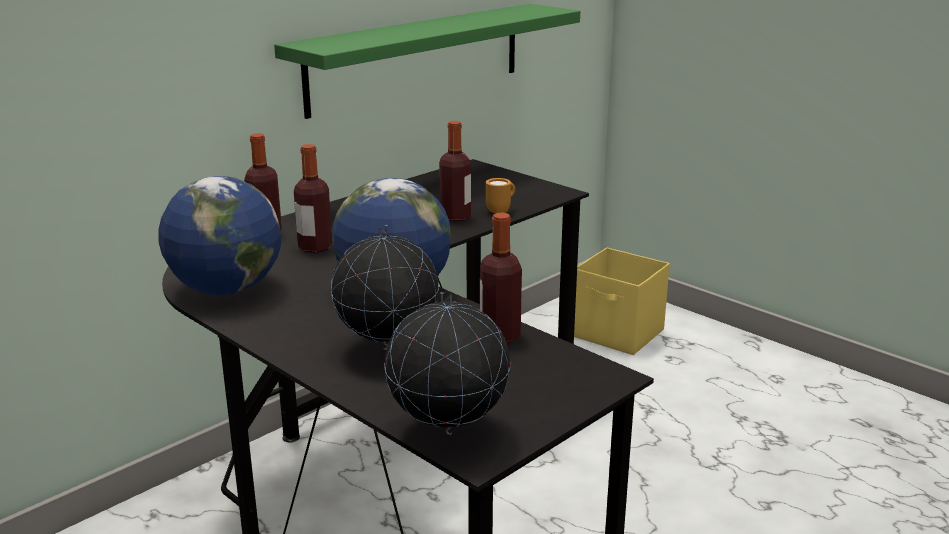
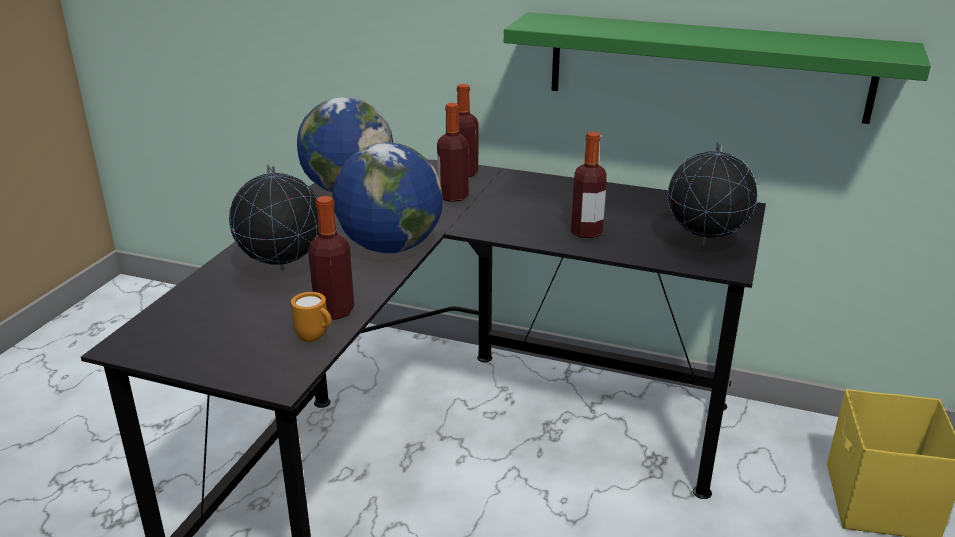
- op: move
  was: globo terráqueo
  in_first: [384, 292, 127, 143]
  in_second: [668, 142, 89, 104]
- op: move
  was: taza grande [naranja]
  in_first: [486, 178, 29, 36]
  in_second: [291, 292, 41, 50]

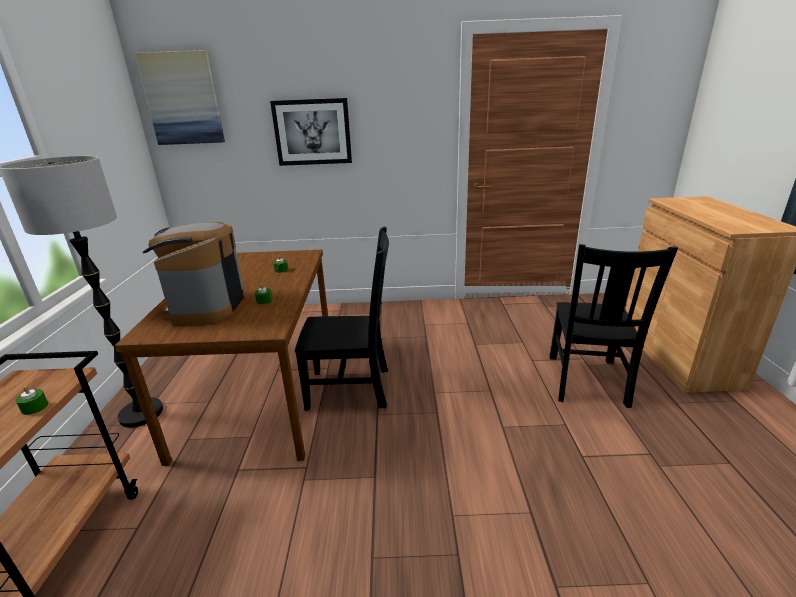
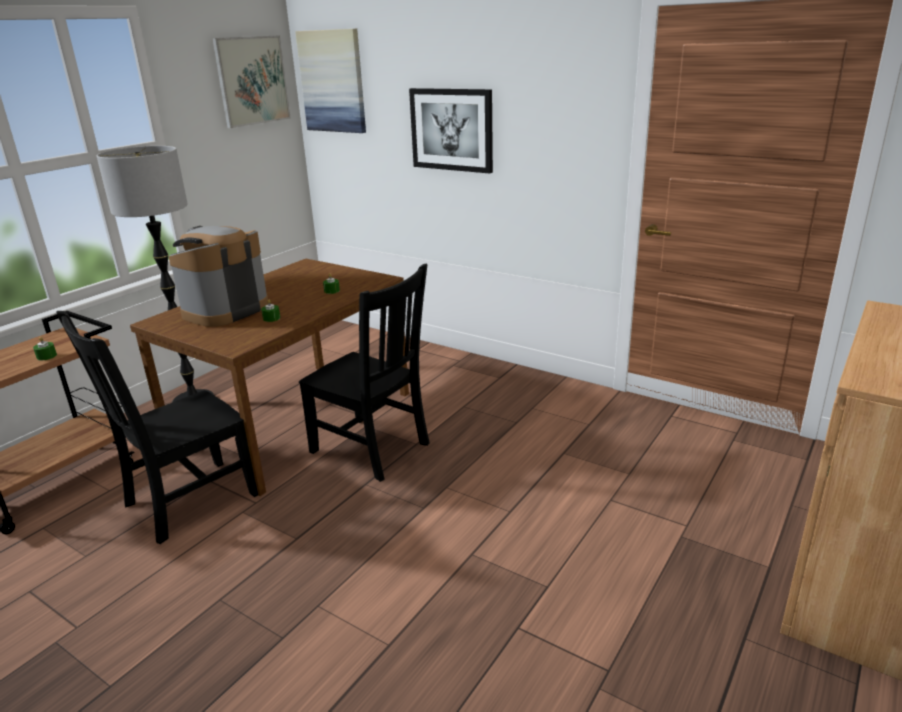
- op: move
  was: silla [negro]
  in_first: [549, 244, 129, 164]
  in_second: [56, 311, 202, 233]
- op: insert
  now: cuadro
  in_second: [212, 35, 79, 93]

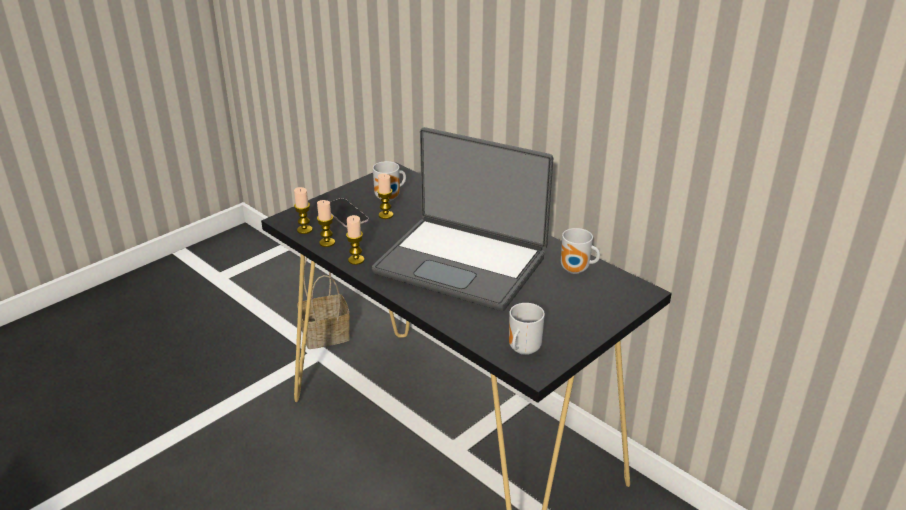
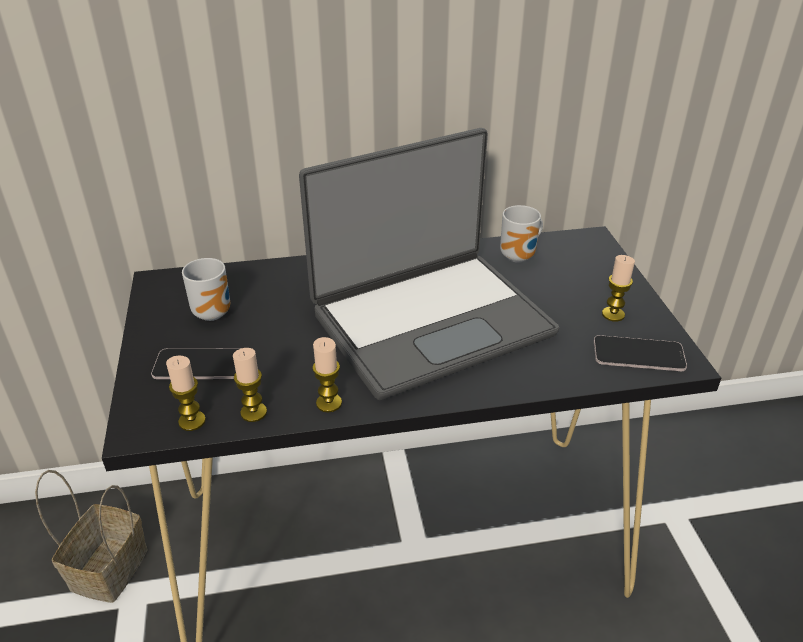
- op: move
  was: vela
  in_first: [377, 173, 16, 46]
  in_second: [602, 255, 33, 67]
- op: replace
  was: taza grande
  now: móvil
  in_first: [509, 303, 36, 52]
  in_second: [594, 335, 93, 36]

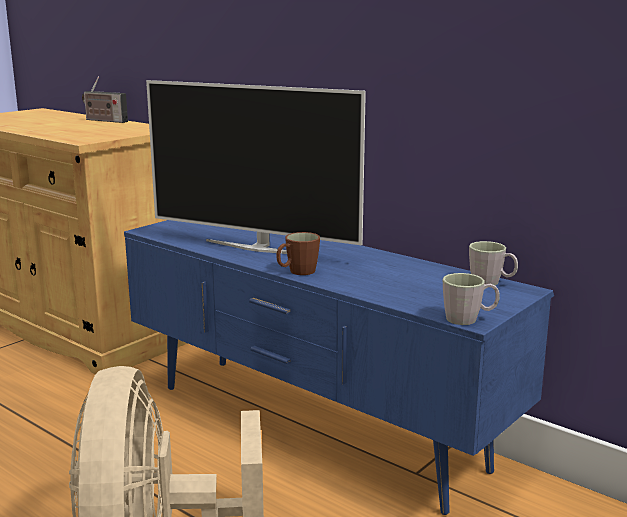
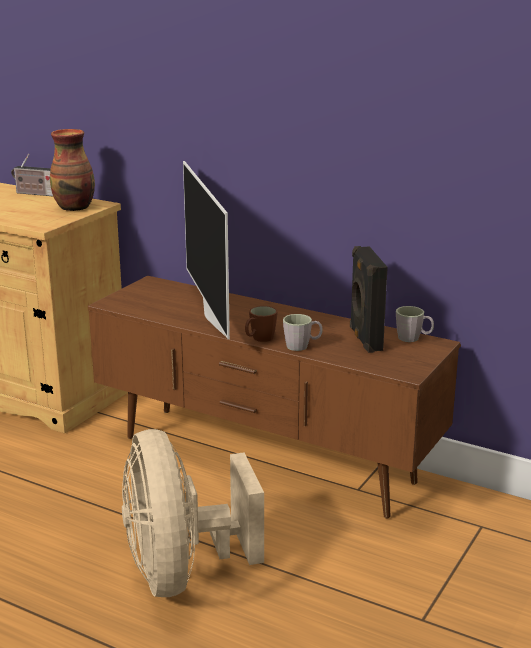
- op: recolor
  was: mueble de televisión [azul]
  now: mueble de televisión [marrón]
  in_first: [124, 220, 430, 295]
  in_second: [88, 276, 373, 242]
- op: rotate
  was: televisor
  in_first: [146, 80, 220, 174]
  in_second: [183, 161, 47, 178]
  clockwise: 60
- op: move
  was: taza grande [gris]
  in_first: [443, 273, 57, 52]
  in_second: [283, 314, 40, 37]
- op: insert
  now: florero
  in_second: [50, 129, 45, 83]
- op: insert
  now: altavoz [negro]
  in_second: [350, 246, 38, 107]

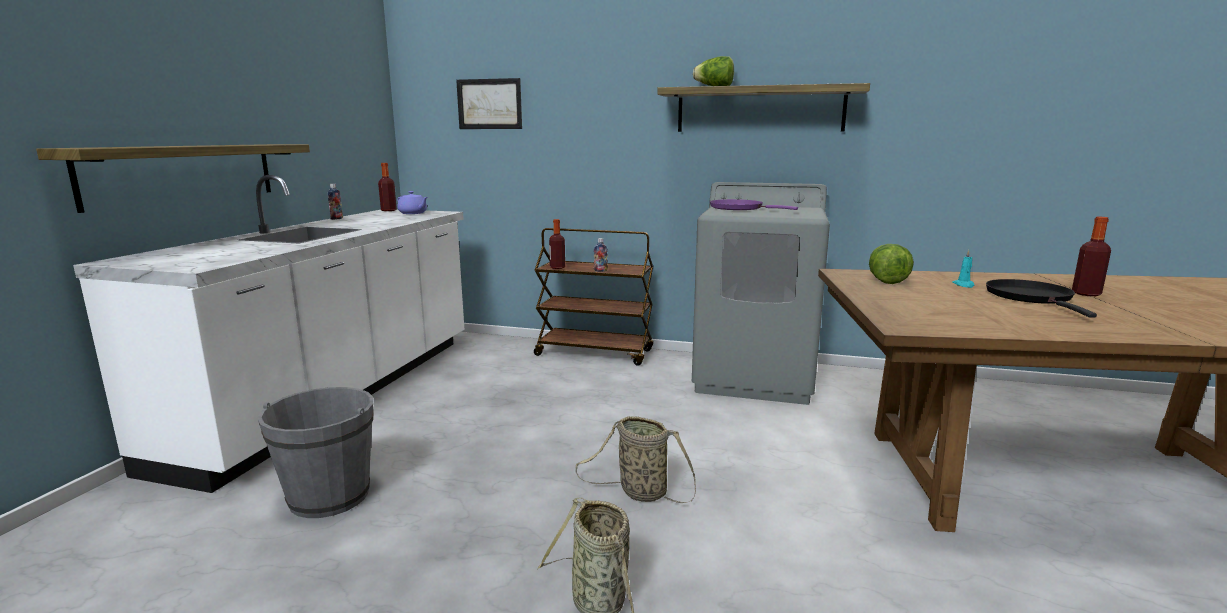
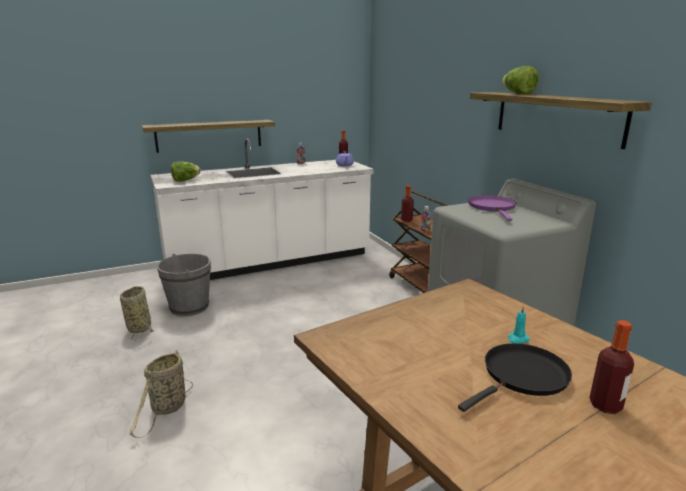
- op: delete
  was: cuadro
  in_first: [456, 78, 66, 51]
- op: move
  was: cesta
  in_first: [576, 416, 120, 87]
  in_second: [120, 286, 35, 55]
- op: move
  was: lechuga
  in_first: [869, 244, 45, 40]
  in_second: [171, 161, 30, 21]

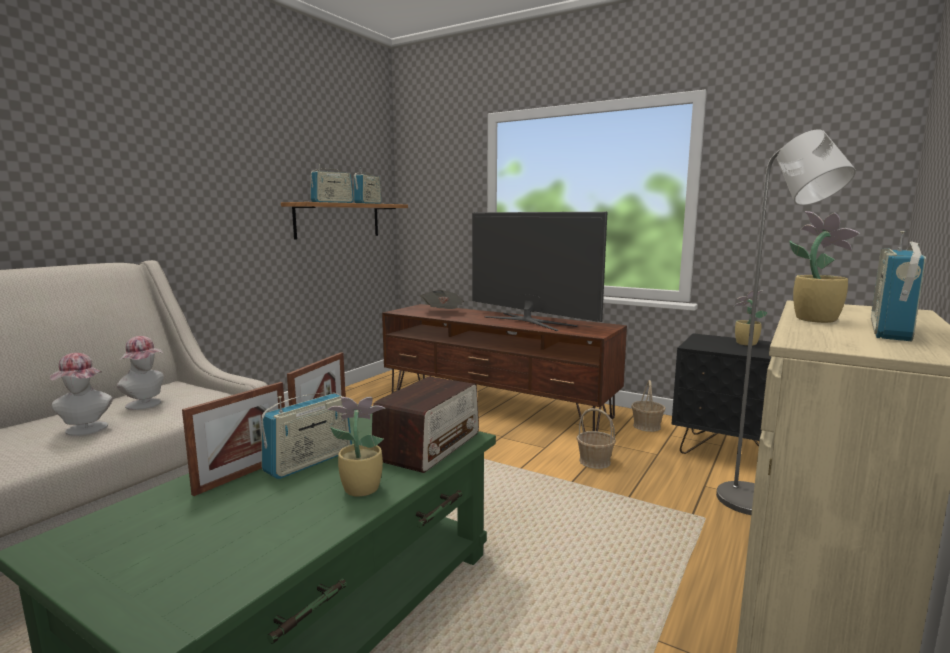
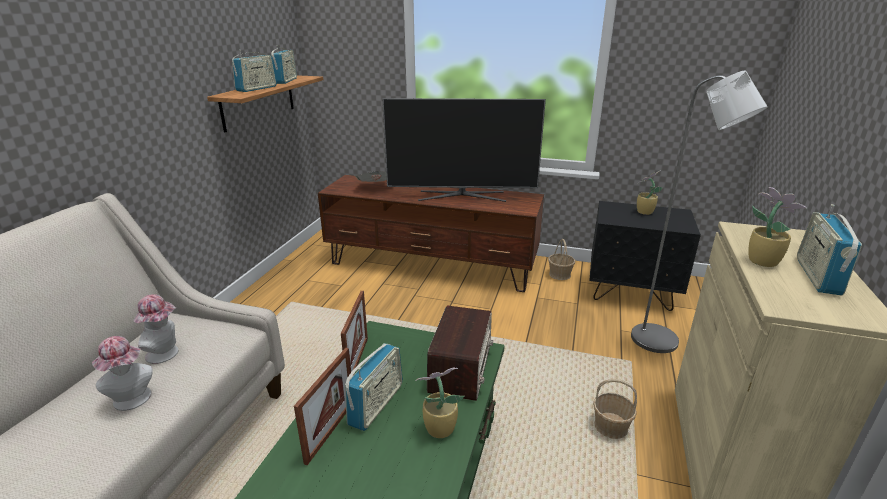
- op: rotate
  was: televisor
  in_first: [472, 212, 135, 119]
  in_second: [382, 98, 164, 104]
  clockwise: 150
- op: move
  was: cesta
  in_first: [577, 408, 39, 61]
  in_second: [593, 379, 44, 60]

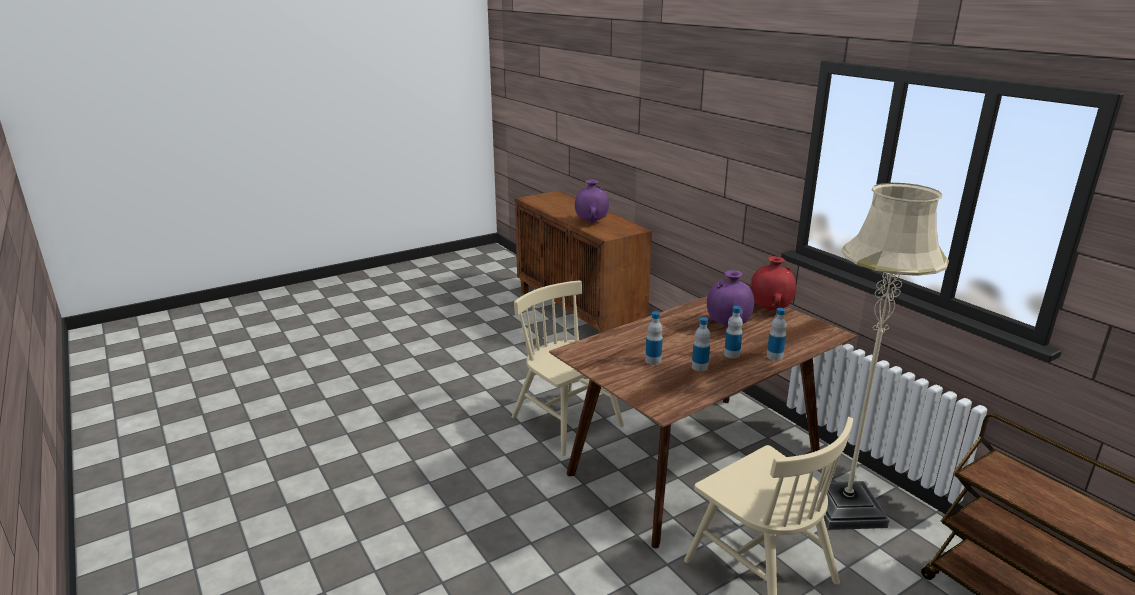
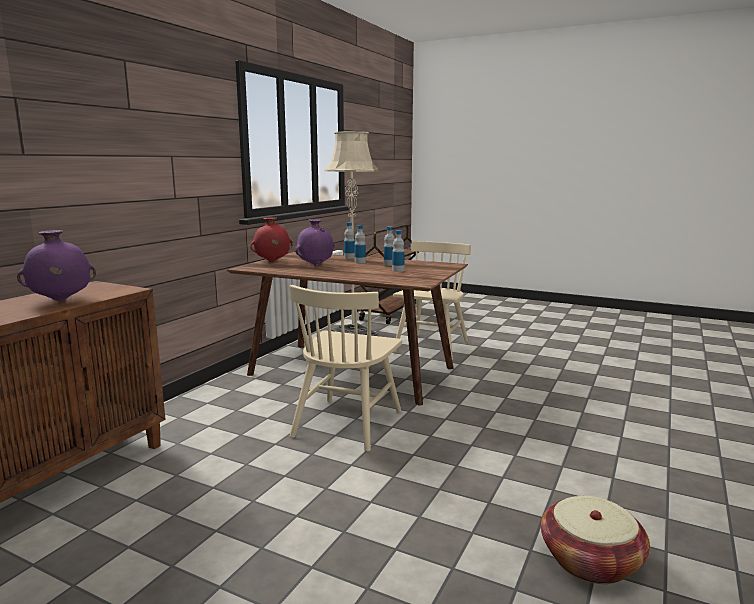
- op: insert
  now: cesta
  in_second: [541, 496, 109, 88]

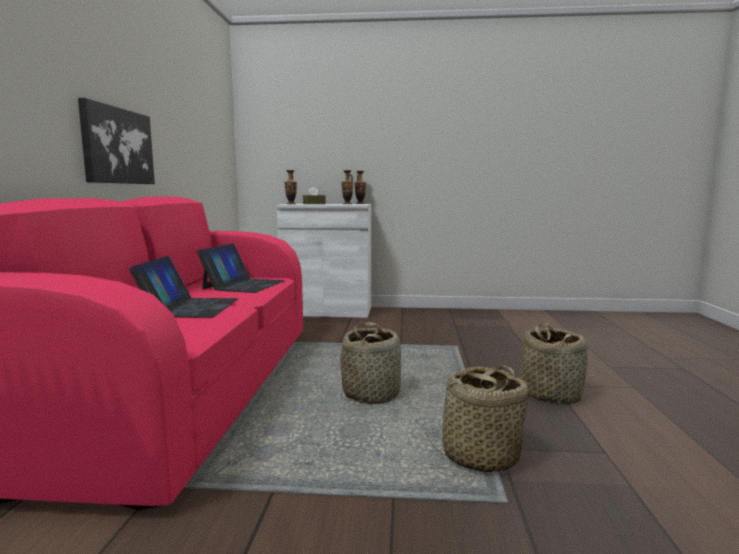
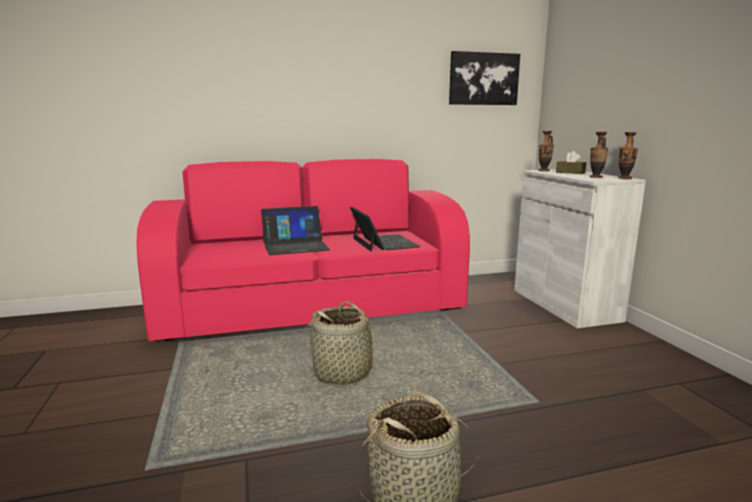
- op: move
  was: cuadro
  in_first: [78, 98, 77, 86]
  in_second: [449, 51, 71, 54]
- op: rotate
  was: portátil
  in_first: [197, 243, 88, 50]
  in_second: [350, 206, 71, 46]
  clockwise: -105
- op: delete
  was: cesta
  in_first: [425, 366, 104, 107]

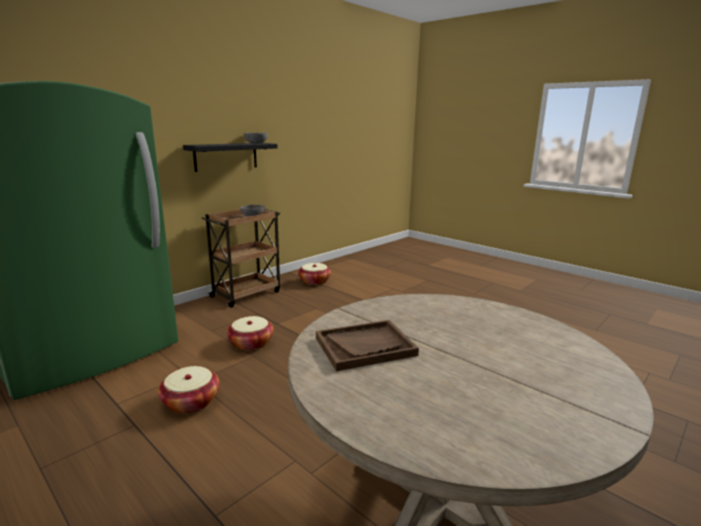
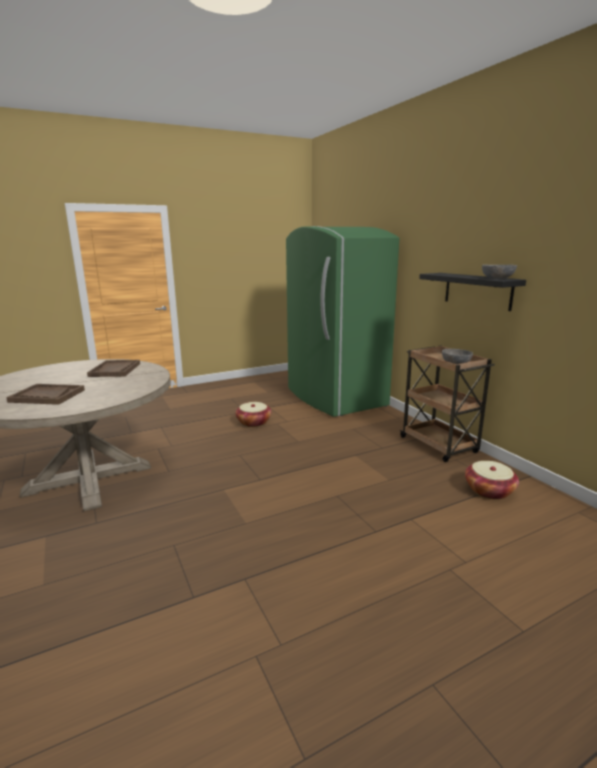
- op: delete
  was: cesta
  in_first: [227, 316, 47, 35]
- op: insert
  now: bandeja [marrón]
  in_second: [6, 384, 79, 21]

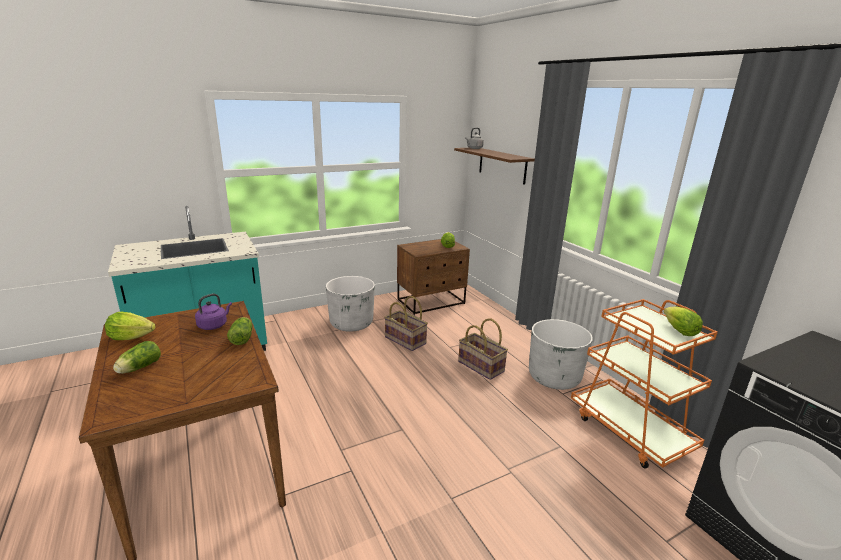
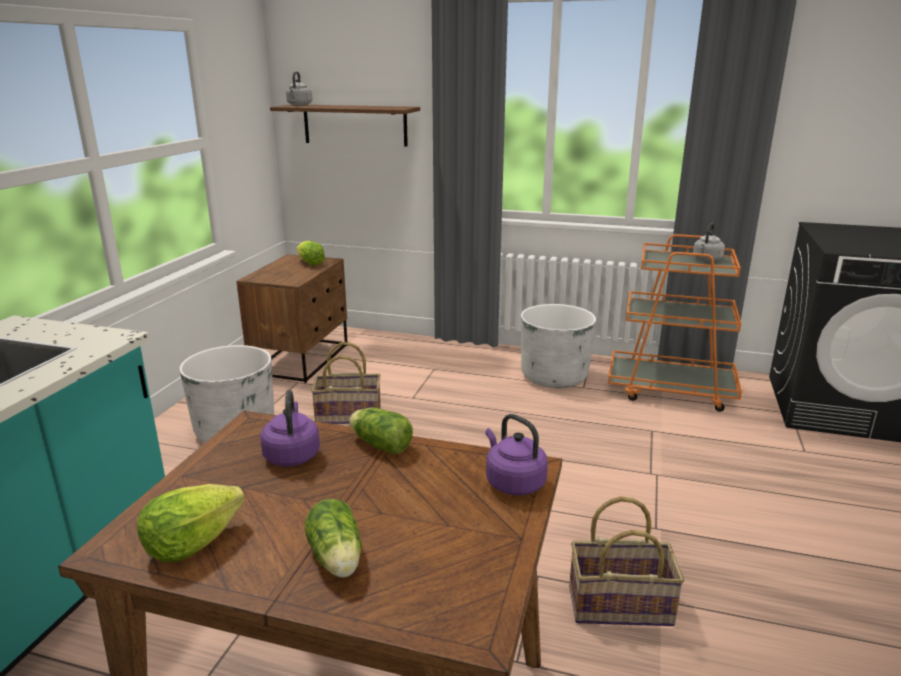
- op: move
  was: cesta
  in_first: [458, 318, 50, 62]
  in_second: [569, 496, 115, 130]
- op: replace
  was: lechuga
  now: hervidor [gris]
  in_first: [664, 307, 39, 29]
  in_second: [693, 223, 32, 38]
- op: insert
  now: hervidor [morado]
  in_second: [485, 414, 63, 82]

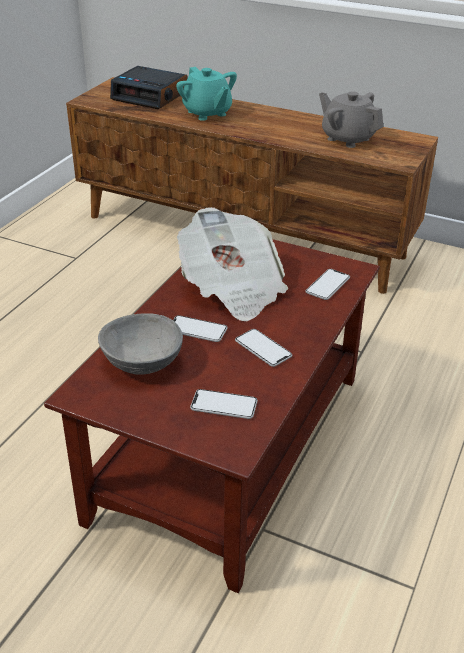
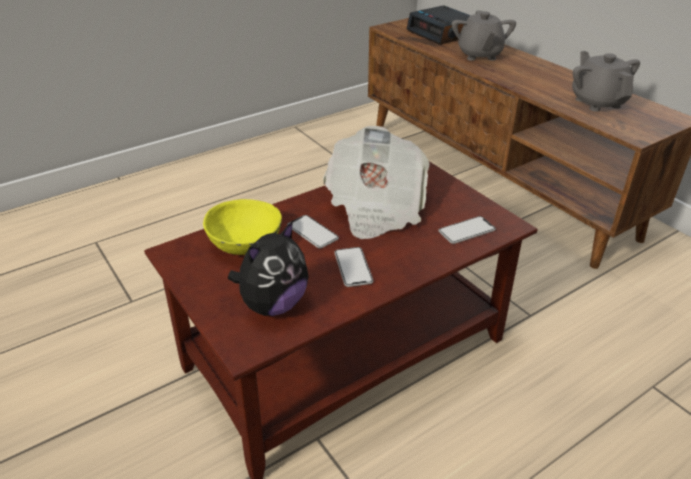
- op: recolor
  was: cuenco [gris]
  now: cuenco [amarillo]
  in_first: [98, 313, 85, 62]
  in_second: [203, 199, 79, 56]
- op: recolor
  was: tetera [turquesa]
  now: tetera [gris]
  in_first: [176, 67, 61, 54]
  in_second: [452, 11, 64, 50]
- op: replace
  was: móvil
  now: peluche
  in_first: [190, 389, 68, 30]
  in_second: [228, 221, 81, 95]

